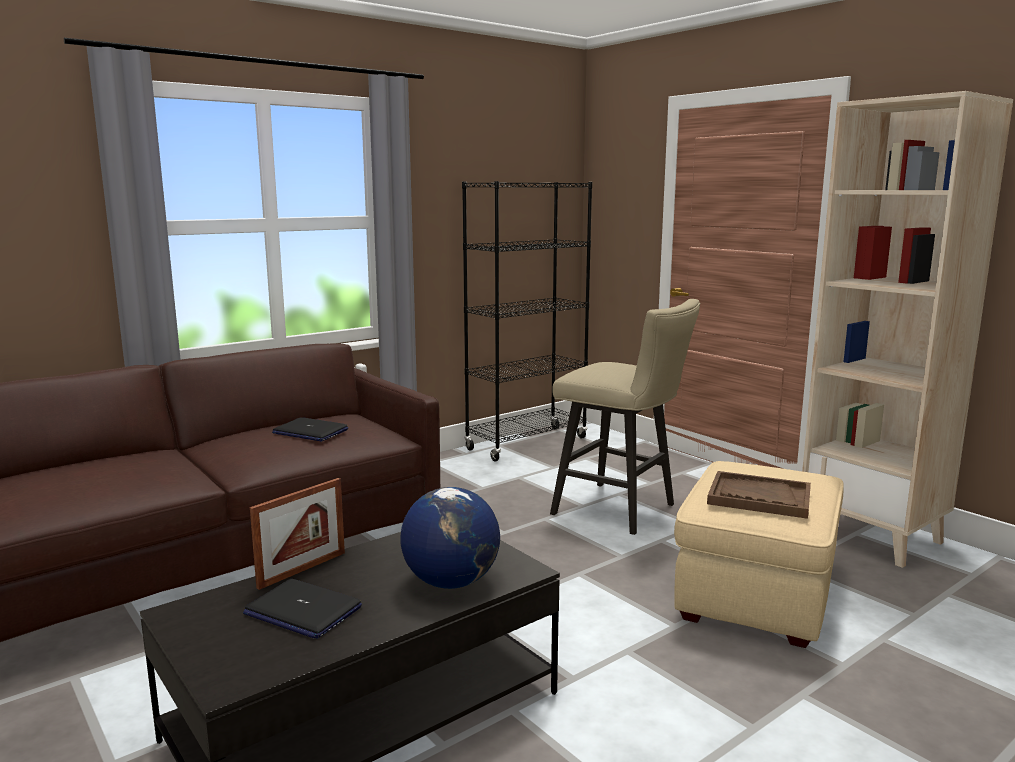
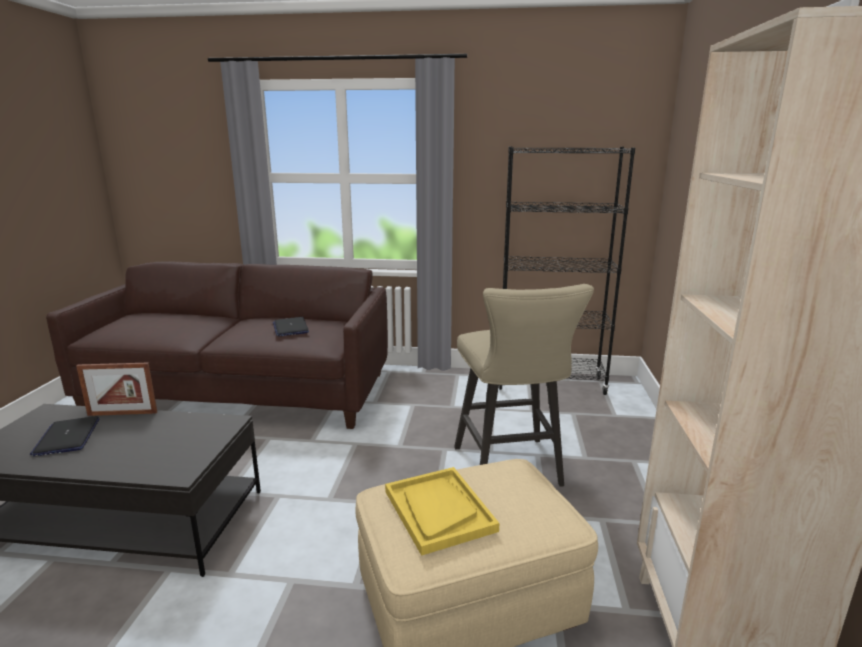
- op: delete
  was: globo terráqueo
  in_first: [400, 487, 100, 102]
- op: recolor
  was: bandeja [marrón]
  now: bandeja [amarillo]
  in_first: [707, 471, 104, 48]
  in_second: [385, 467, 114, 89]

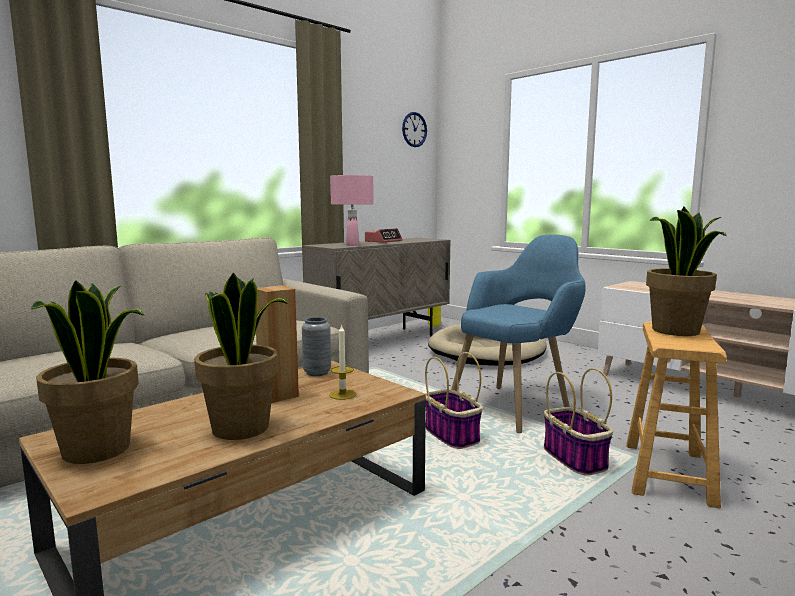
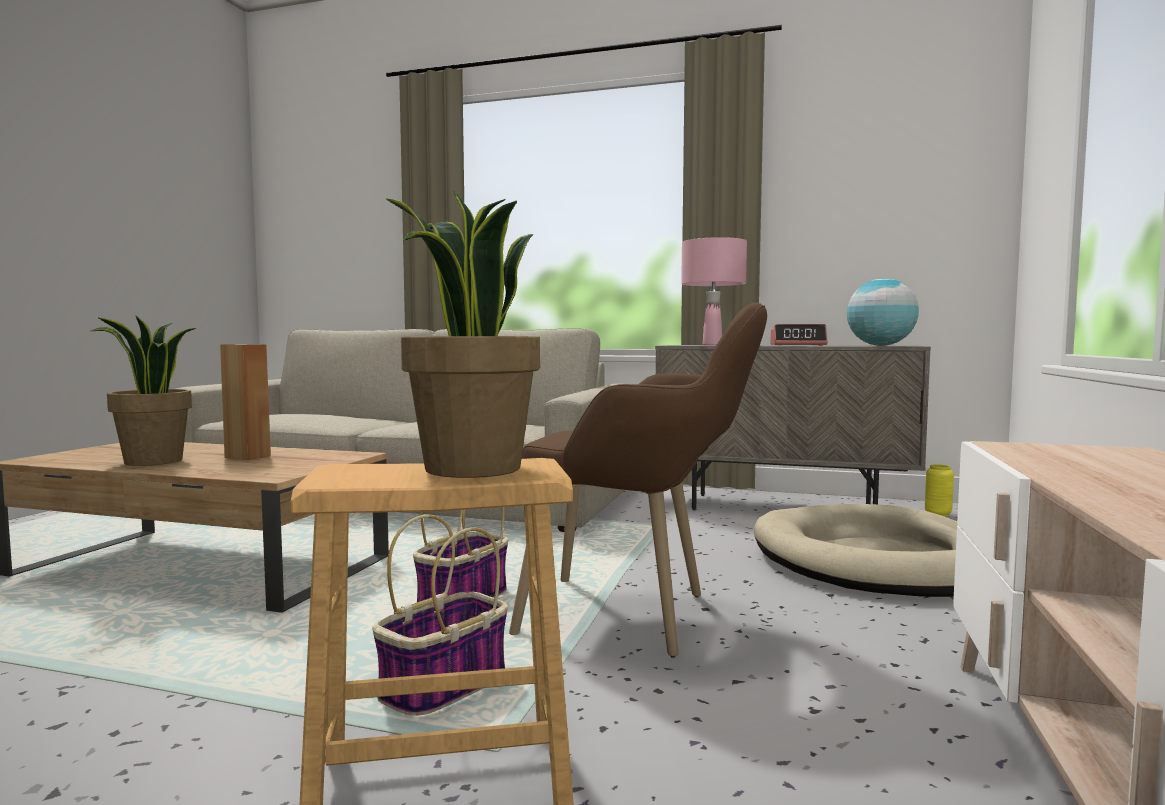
- op: delete
  was: planta en maceta
  in_first: [31, 280, 113, 184]
- op: delete
  was: florero [gris]
  in_first: [302, 317, 29, 59]
- op: delete
  was: vela
  in_first: [329, 324, 27, 76]
- op: delete
  was: reloj de pared
  in_first: [402, 112, 25, 35]
- op: recolor
  was: sillón [azul]
  now: sillón [marrón]
  in_first: [451, 234, 135, 199]
  in_second: [509, 303, 258, 355]
- op: insert
  now: globo terráqueo
  in_second: [847, 278, 72, 68]

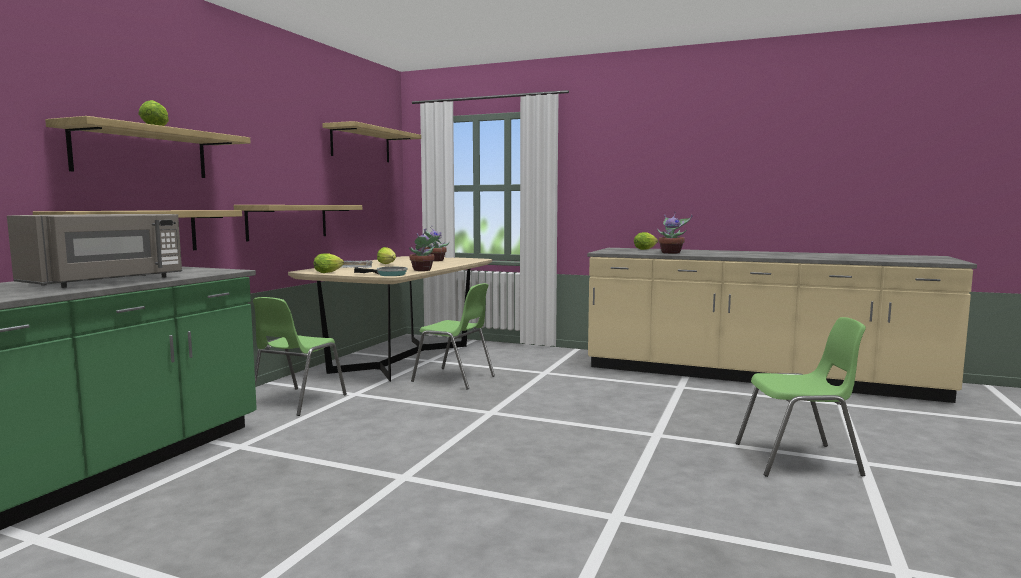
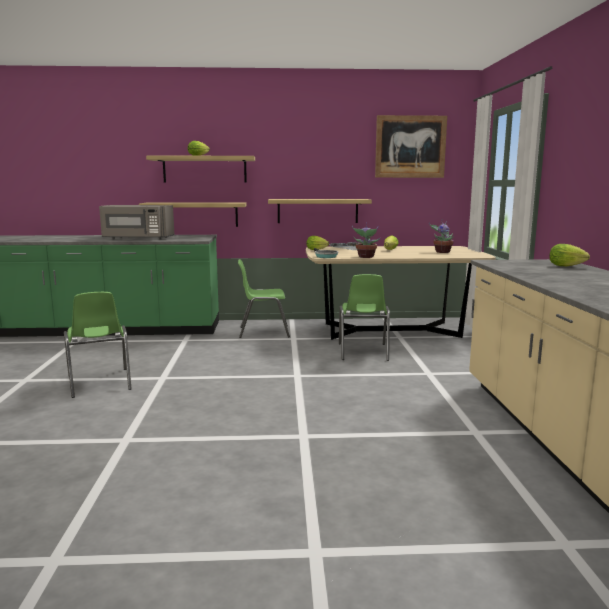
- op: replace
  was: estante
  now: cuadro
  in_first: [322, 121, 99, 41]
  in_second: [375, 115, 72, 63]
- op: delete
  was: planta en maceta
  in_first: [658, 211, 34, 43]
- op: move
  was: silla [verde]
  in_first: [736, 317, 130, 160]
  in_second: [64, 292, 68, 106]

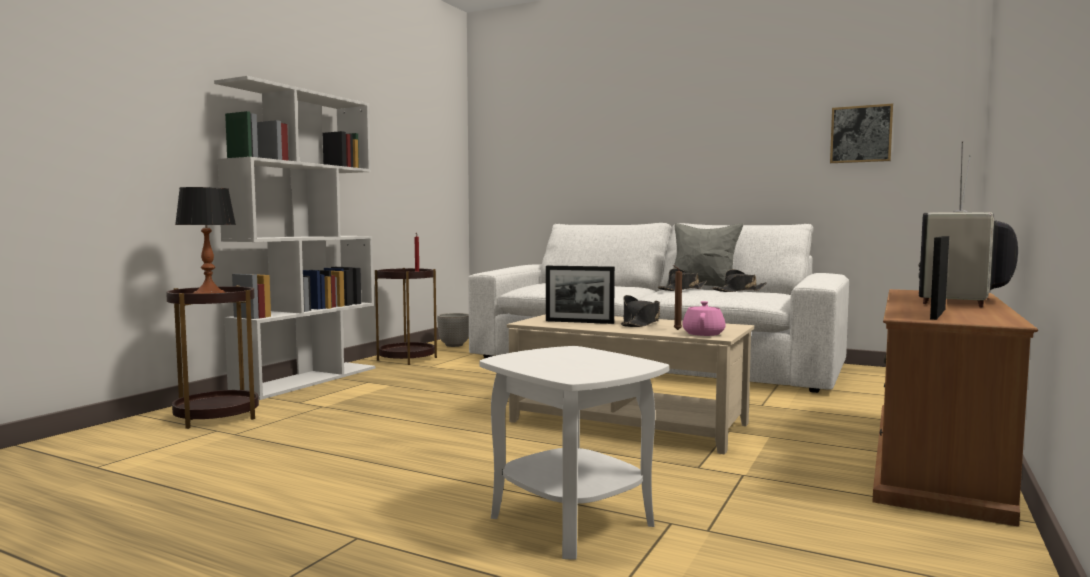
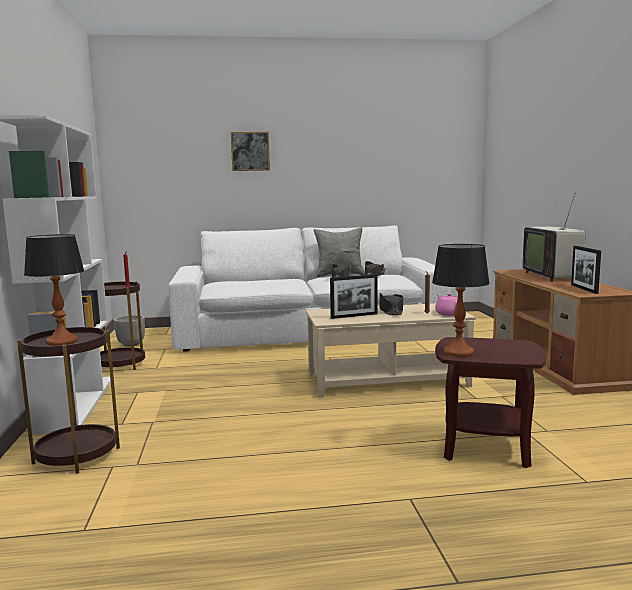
- op: recolor
  was: mesa auxiliar [blanco]
  now: mesa auxiliar [marrón]
  in_first: [479, 346, 190, 214]
  in_second: [435, 337, 111, 131]
- op: move
  was: cuadro
  in_first: [830, 104, 63, 59]
  in_second: [231, 132, 39, 39]
- op: insert
  now: lámpara de mesa
  in_second: [432, 244, 58, 113]

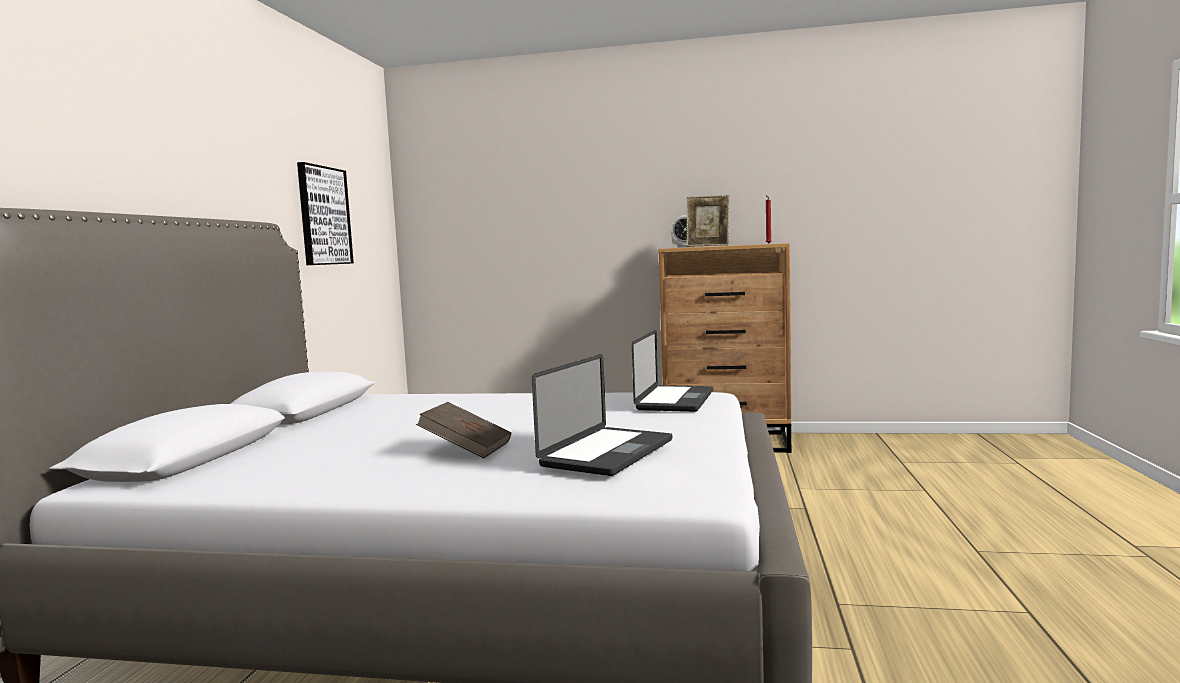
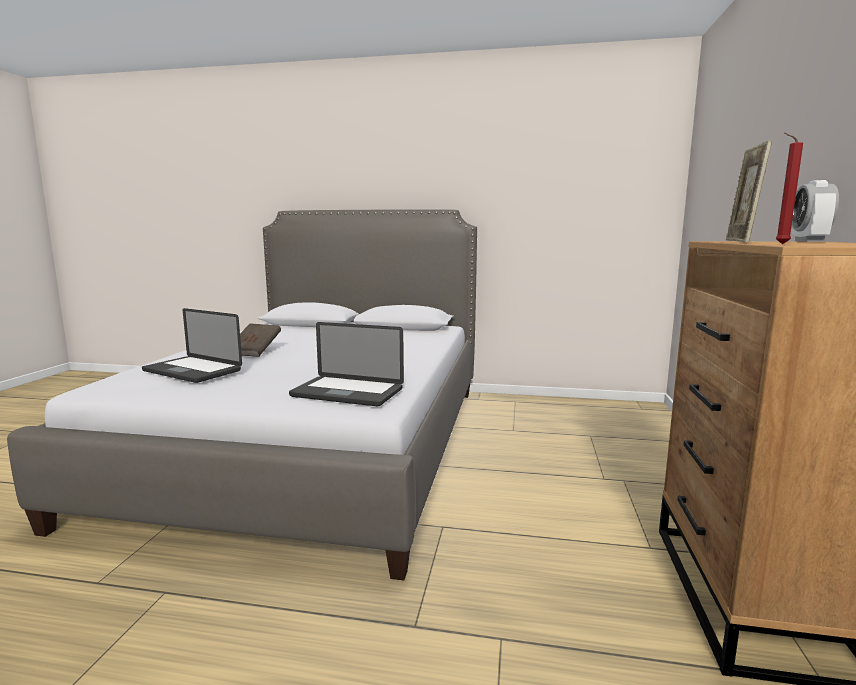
- op: delete
  was: cuadro
  in_first: [297, 162, 57, 103]

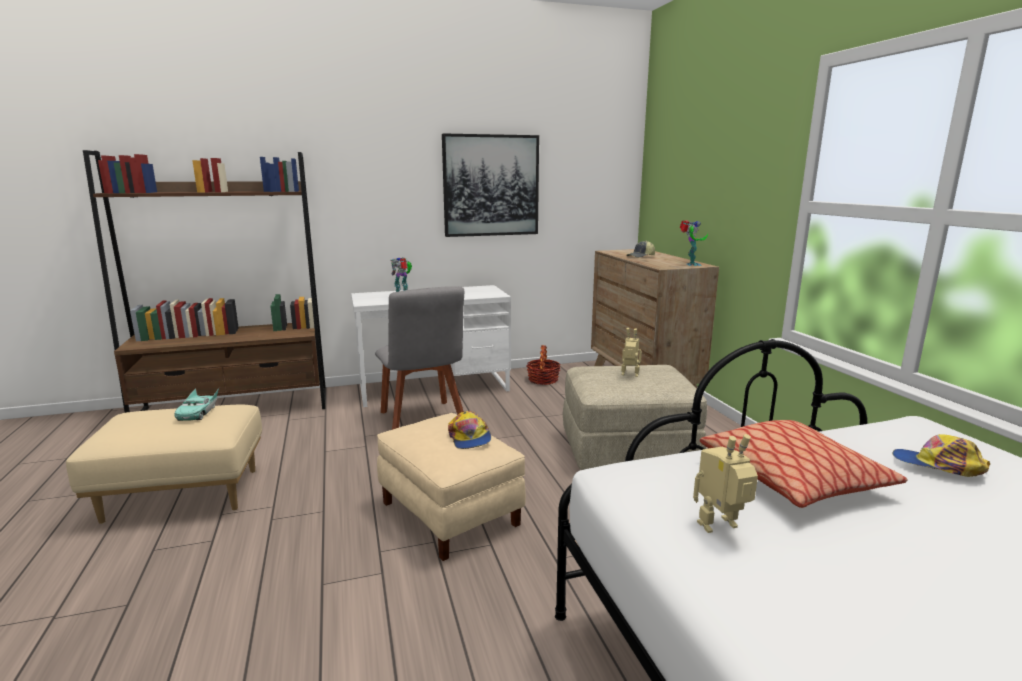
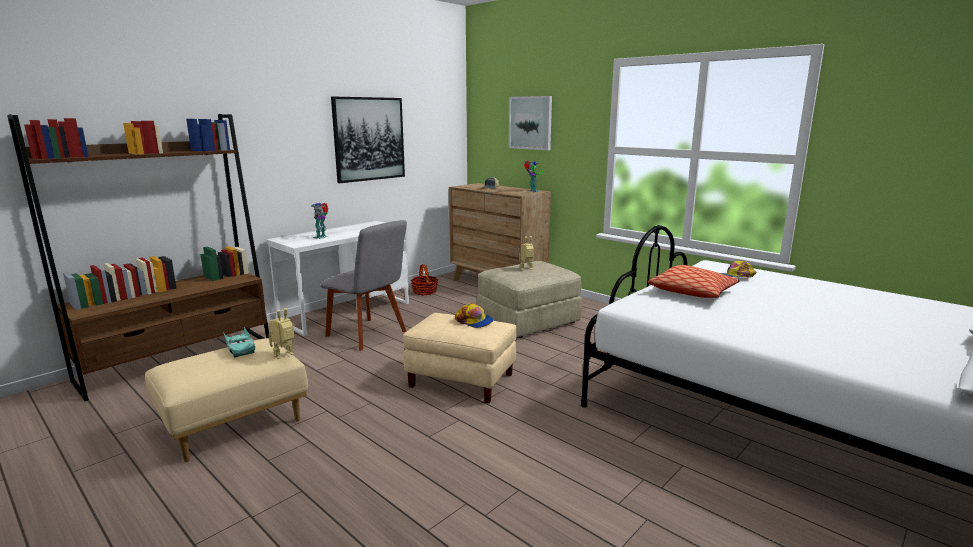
- op: move
  was: robot de juguete
  in_first: [693, 434, 65, 99]
  in_second: [269, 308, 25, 51]
- op: insert
  now: cuadro
  in_second: [509, 96, 43, 54]

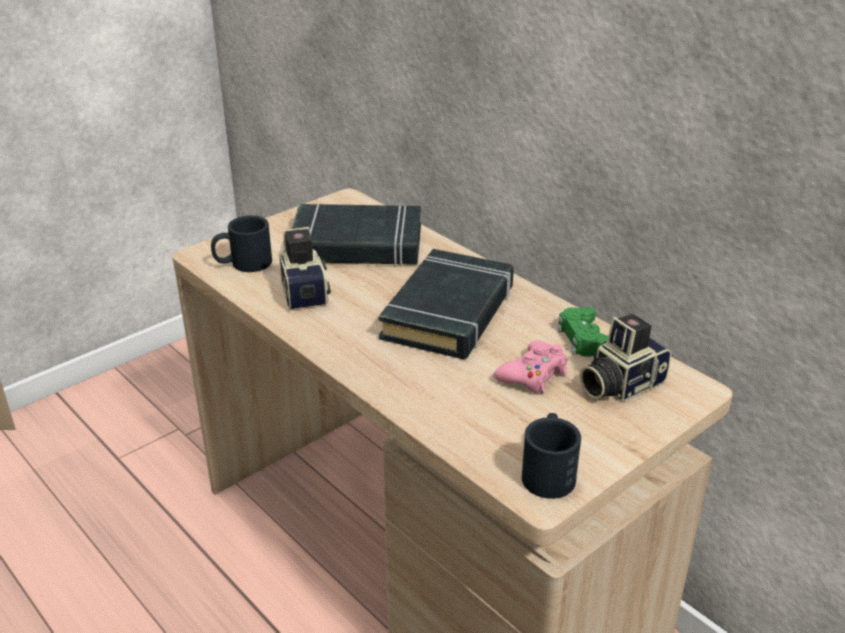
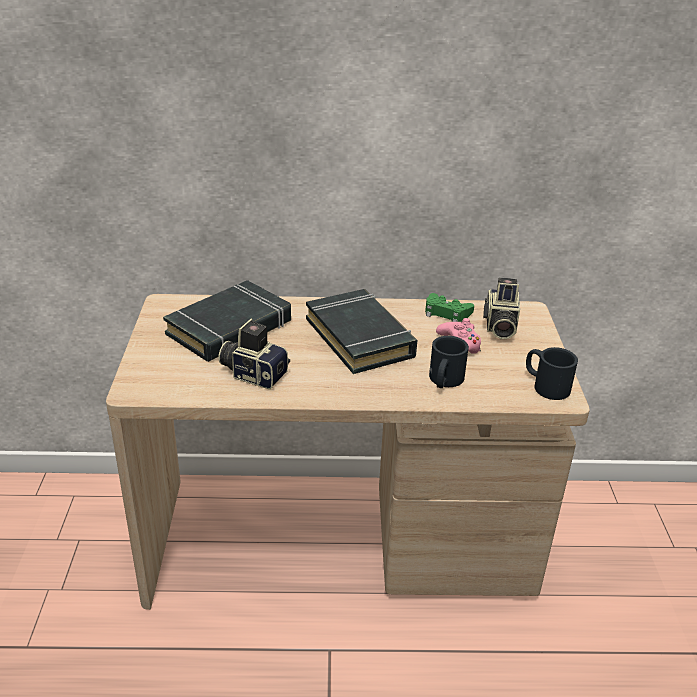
- op: move
  was: taza grande [negro]
  in_first: [211, 215, 61, 57]
  in_second: [429, 336, 40, 52]

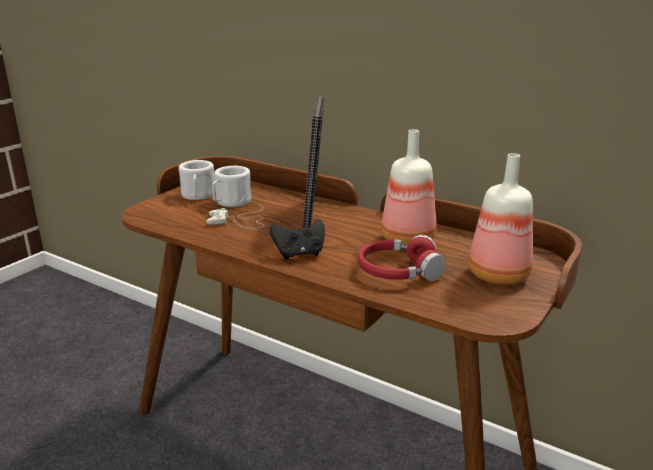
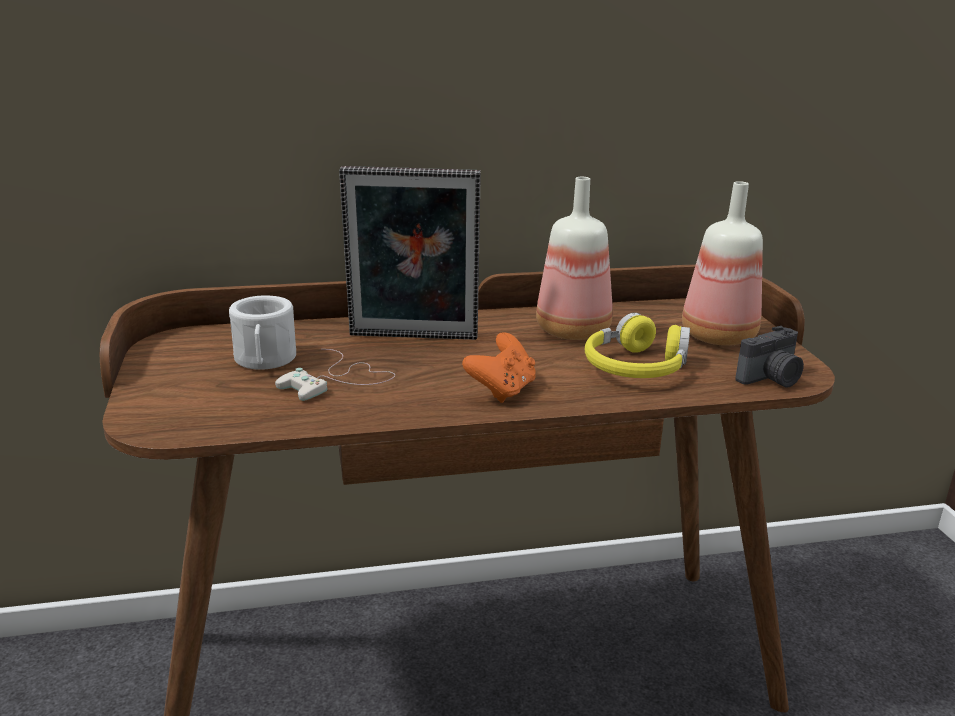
- op: delete
  was: taza grande [blanco]
  in_first: [179, 160, 37, 40]
- op: recolor
  was: mando de consola [negro]
  now: mando de consola [naranja]
  in_first: [269, 219, 56, 40]
  in_second: [462, 332, 74, 71]
- op: rotate
  was: portarretratos
  in_first: [303, 97, 22, 131]
  in_second: [339, 166, 142, 174]
  clockwise: 135
- op: recolor
  was: auriculares [rojo]
  now: auriculares [amarillo]
  in_first: [357, 235, 89, 46]
  in_second: [585, 313, 105, 65]
- op: insert
  now: cámara
  in_second: [735, 326, 69, 62]

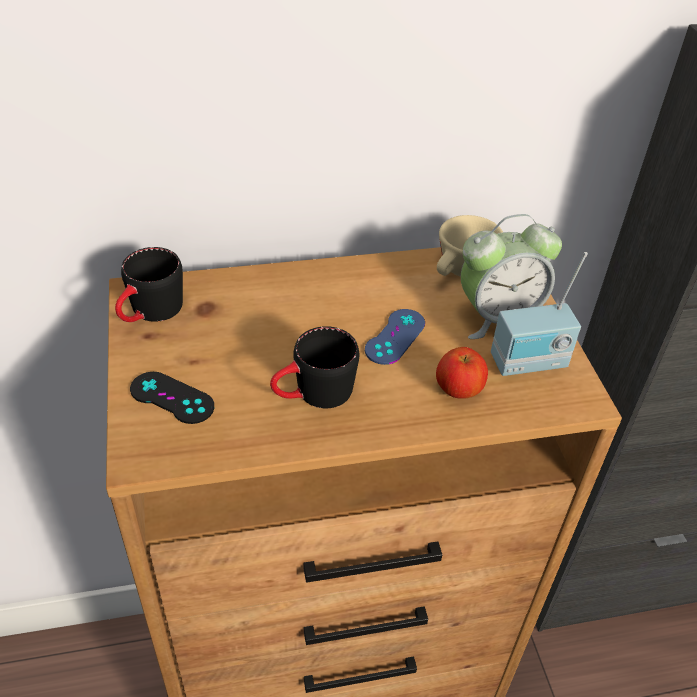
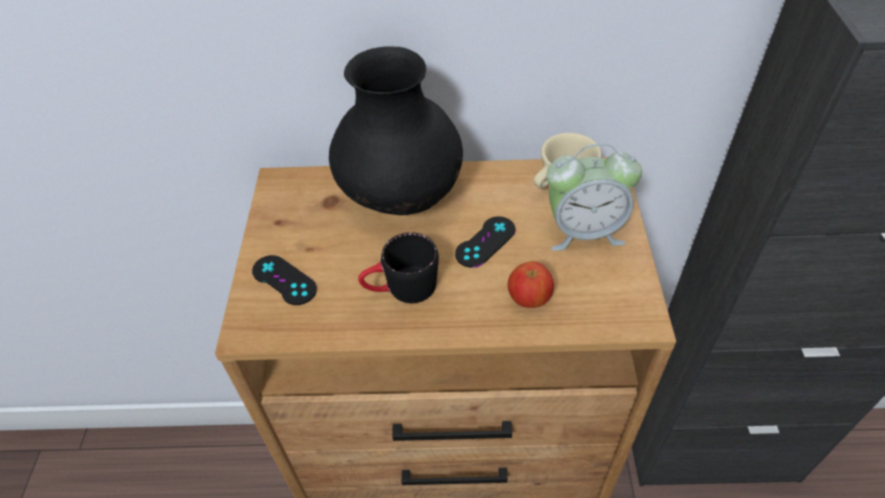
- op: delete
  was: taza grande [negro]
  in_first: [115, 247, 68, 75]
- op: recolor
  was: mando de consola [azul]
  now: mando de consola [negro]
  in_first: [365, 309, 60, 56]
  in_second: [455, 216, 61, 52]
- op: delete
  was: radio
  in_first: [491, 252, 97, 124]
- op: insert
  now: florero [negro]
  in_second: [329, 46, 134, 169]

